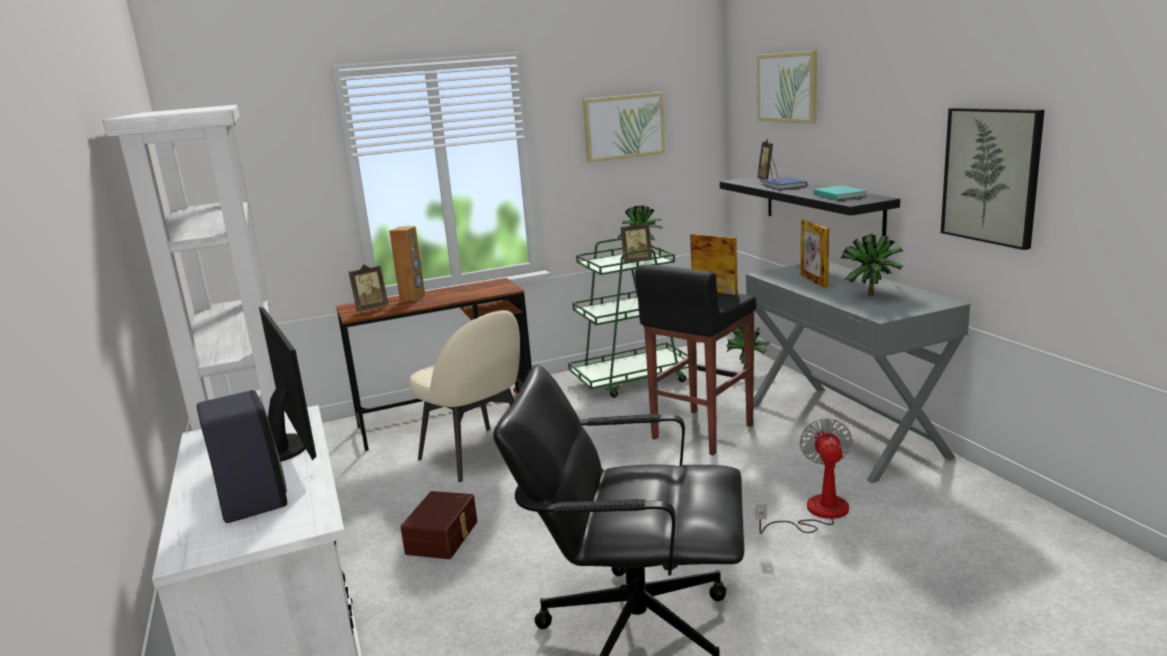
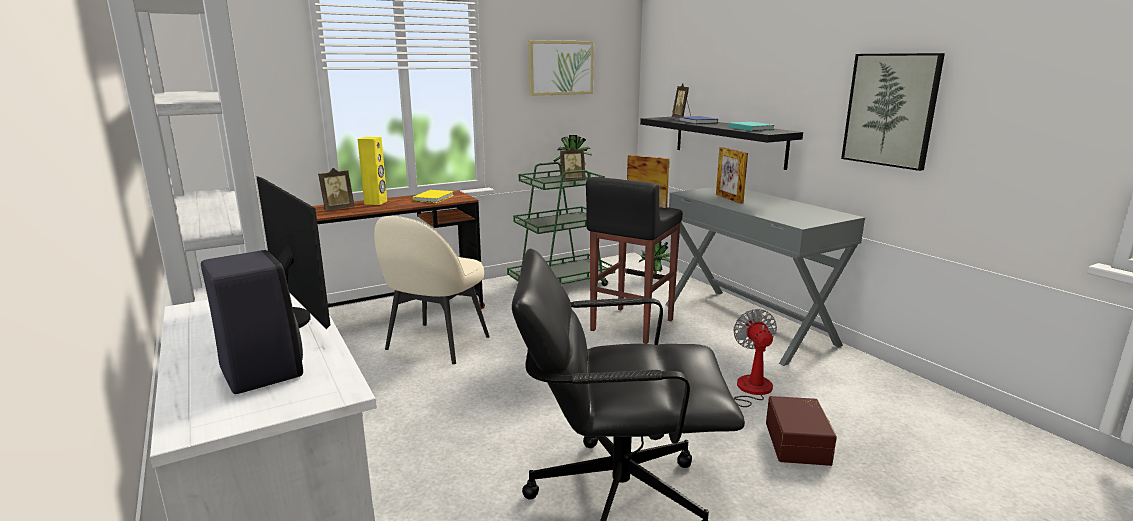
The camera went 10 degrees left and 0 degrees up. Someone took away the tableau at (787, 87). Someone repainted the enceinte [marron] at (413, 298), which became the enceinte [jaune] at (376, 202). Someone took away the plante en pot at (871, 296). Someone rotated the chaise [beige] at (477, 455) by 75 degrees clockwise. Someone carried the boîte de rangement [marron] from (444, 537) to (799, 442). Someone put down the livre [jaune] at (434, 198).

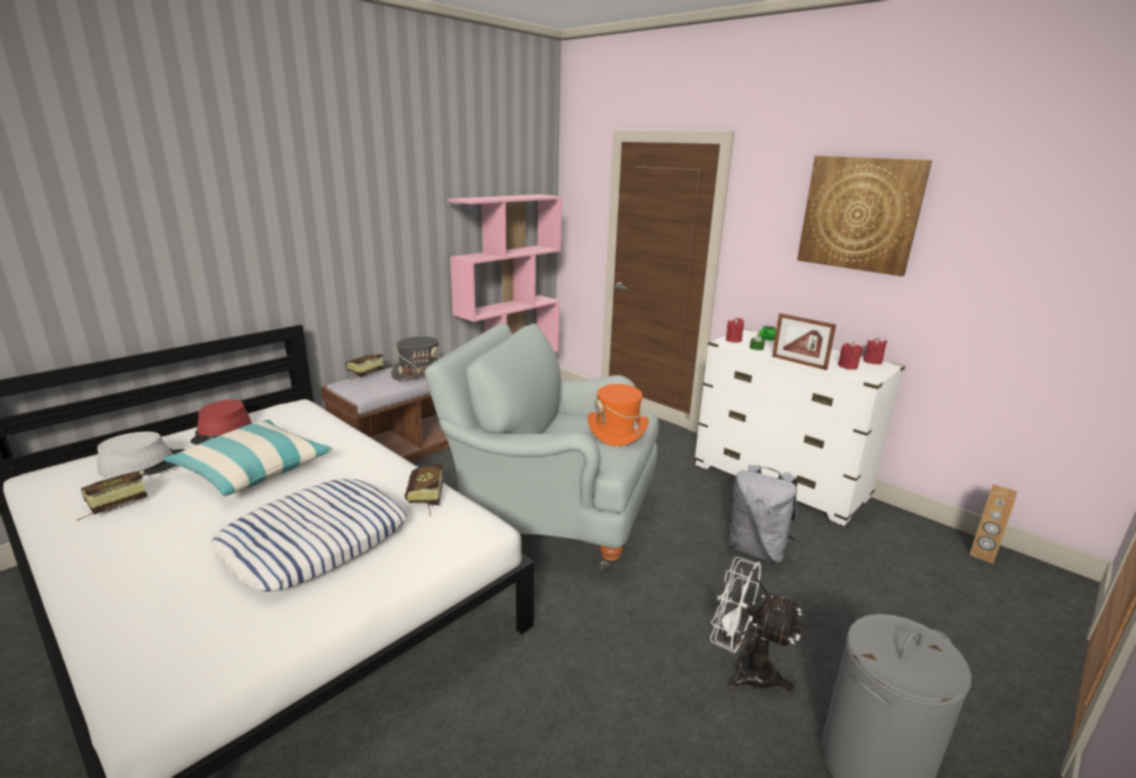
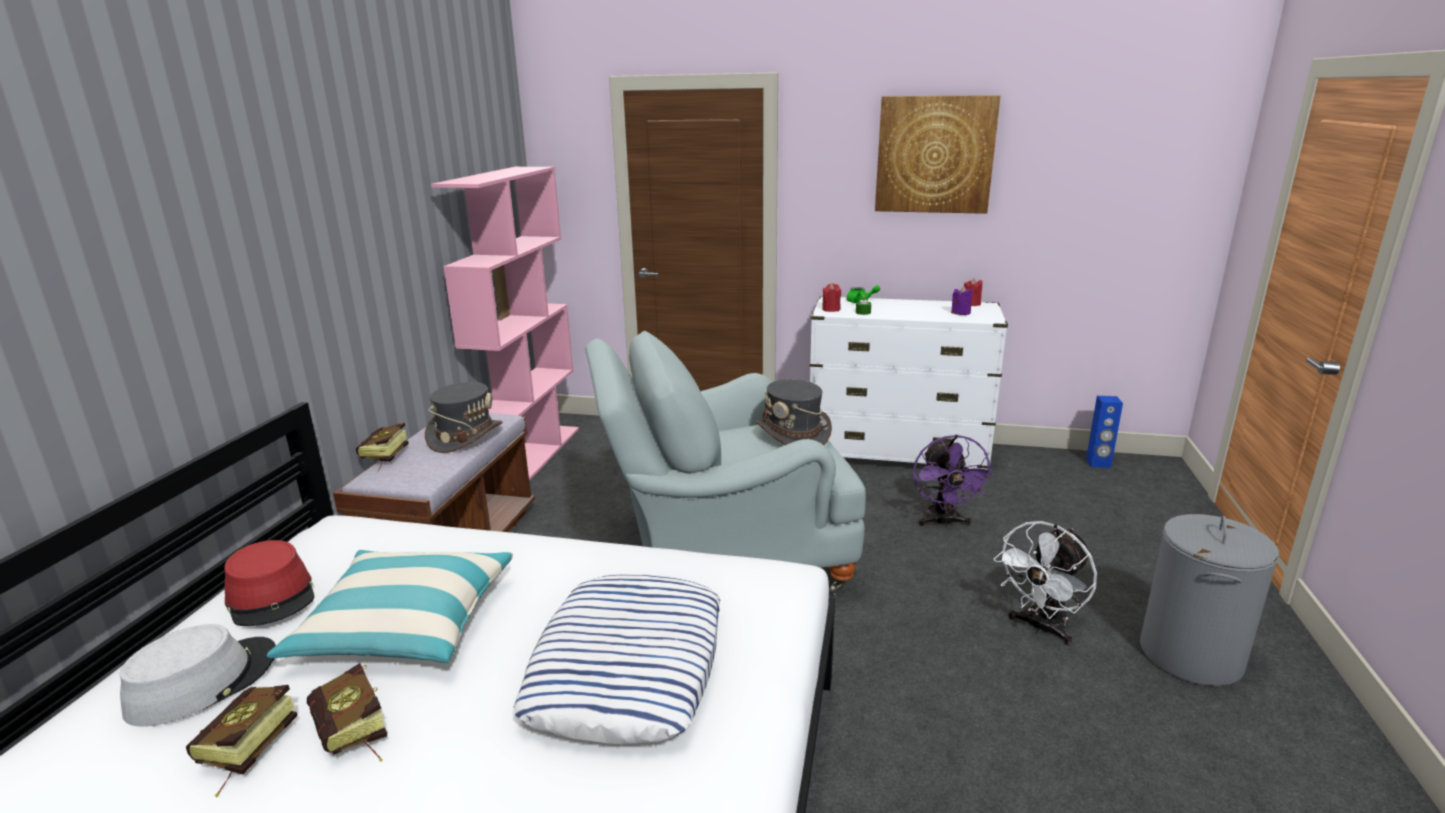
The camera went 30 degrees left and 0 degrees up. Someone took away the cadre photo at (798, 363). Someone repainted the bougie [rouge] at (848, 366), which became the bougie [violet] at (961, 313). Someone repainted the chapeau [orange] at (617, 430), which became the chapeau [gris] at (793, 434). Someone carried the livre from (425, 500) to (353, 737). Someone swapped the sac à dos [gris] at (756, 550) for the ventilateur [violet] at (943, 522). Someone repainted the enceinte [marron] at (982, 555), which became the enceinte [bleu] at (1098, 463). Someone rotated the ventilateur [blanc] at (744, 669) by 45 degrees counterclockwise.

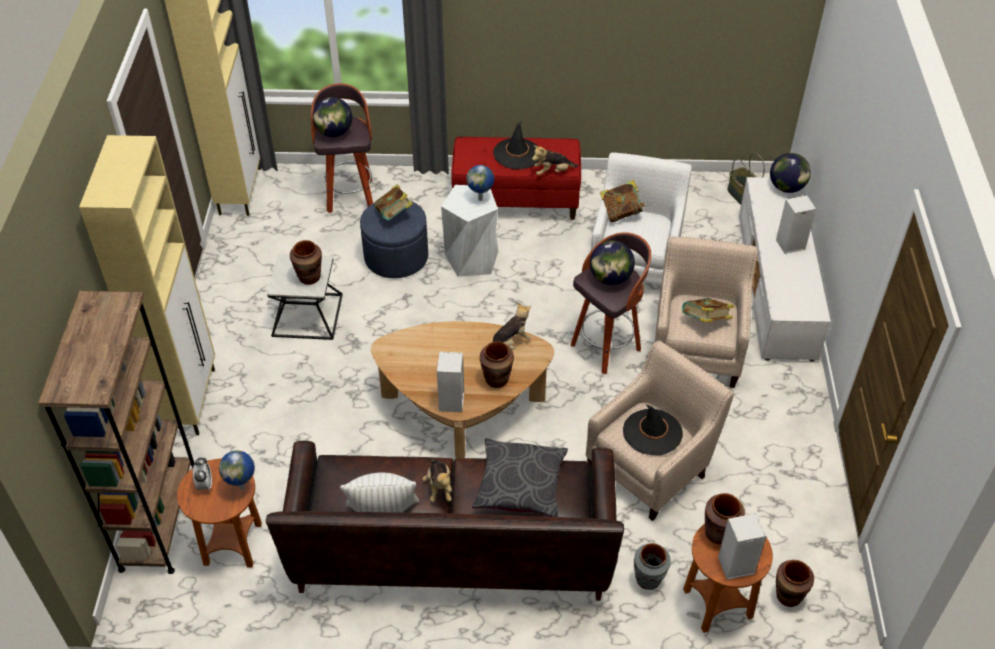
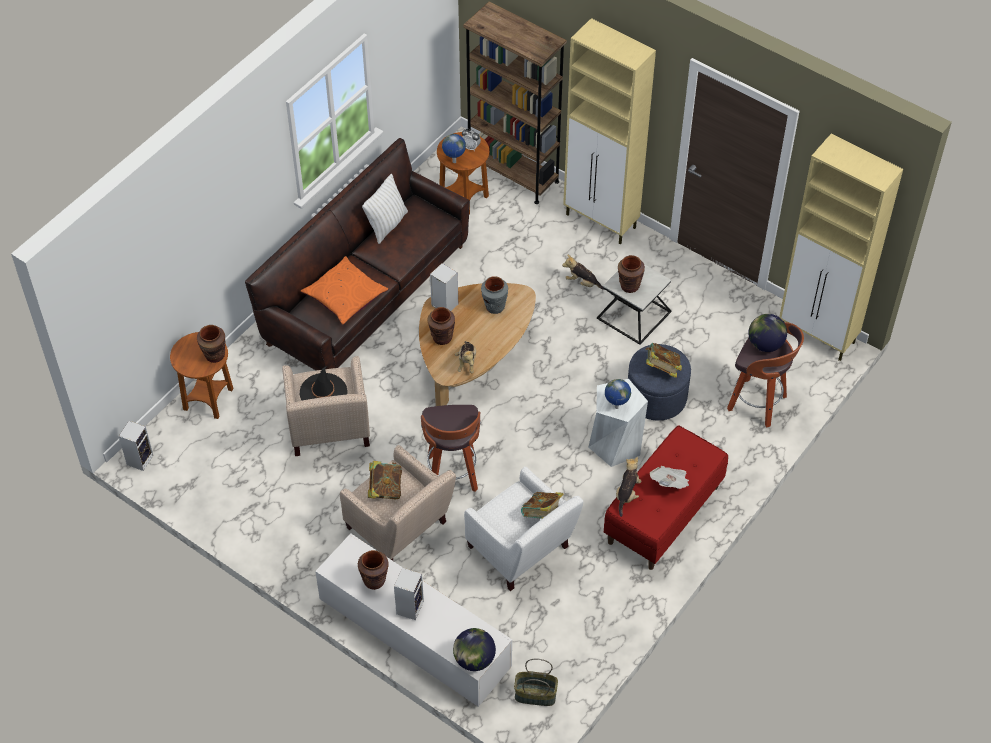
The camera went 125 degrees right and 5 degrees up. Someone swapped the chapeau [noir] at (517, 154) for the journal at (670, 483). Someone took away the globe at (610, 278). Someone repainted the coussin [gris] at (520, 485), which became the coussin [orange] at (345, 296). Someone carried the peluche from (439, 487) to (582, 283). Someone carried the enceinte from (735, 566) to (140, 459). Someone carried the vase [gris] from (648, 579) to (494, 307). Someone carried the vase [marron] from (788, 596) to (374, 580).

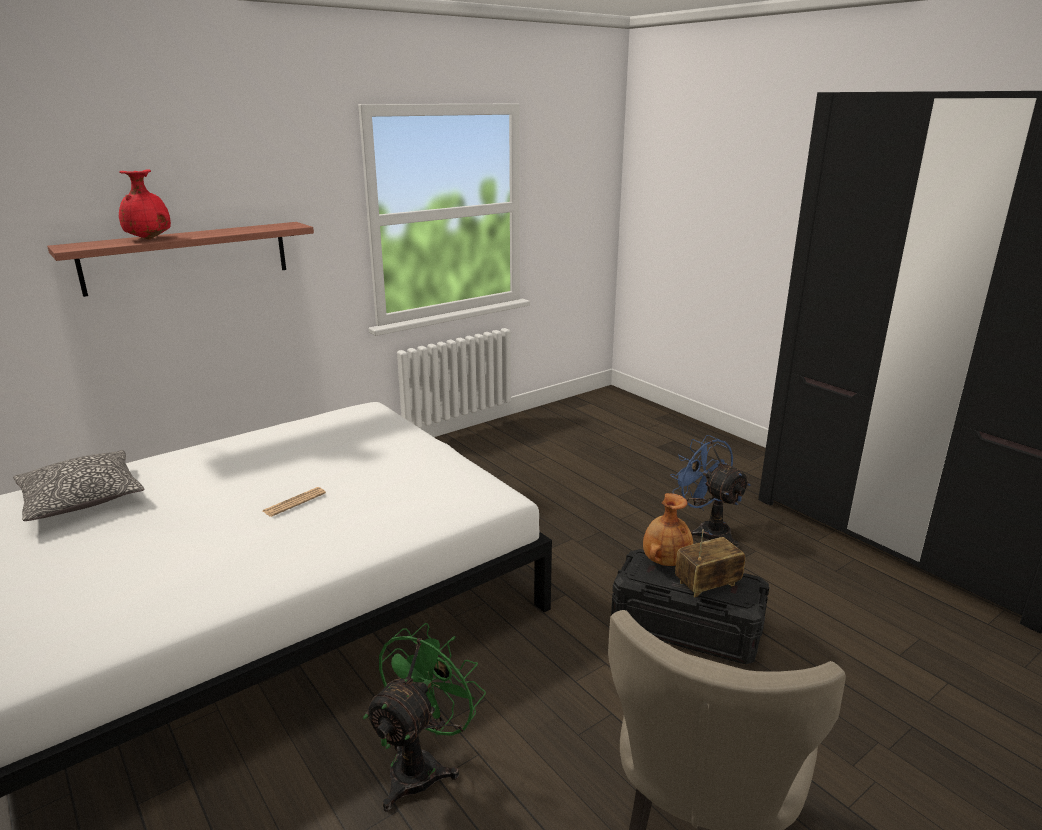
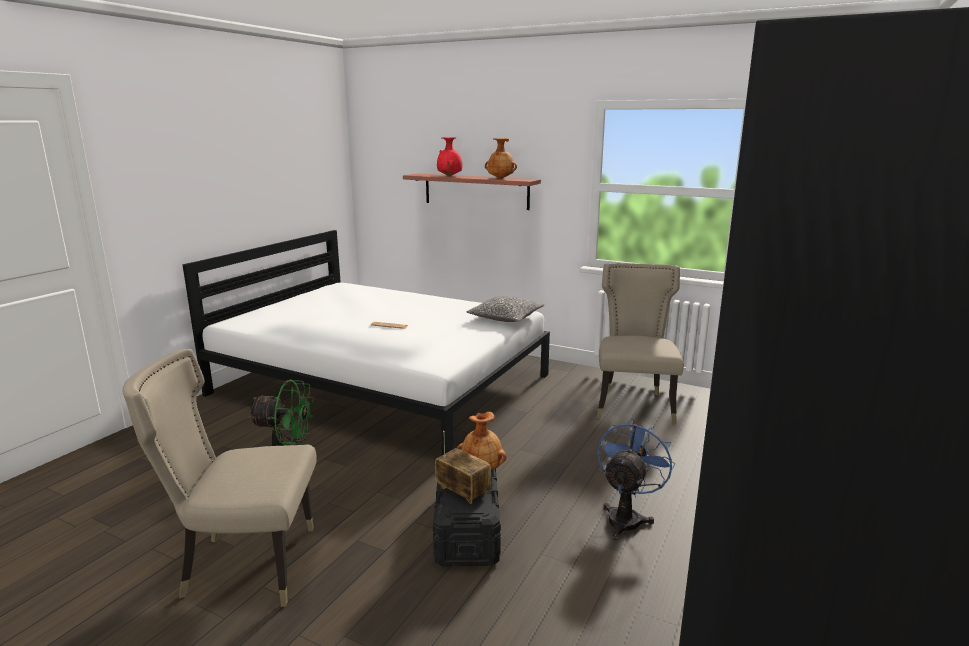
The camera went 65 degrees right and 5 degrees down. Someone carried the coussin from (82, 498) to (505, 318). Someone put down the vase [marron] at (500, 178). Someone put down the chaise [beige] at (633, 405).

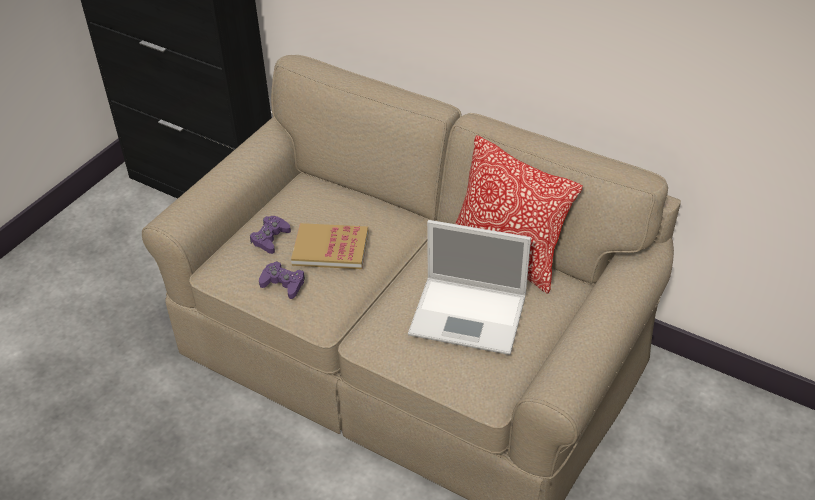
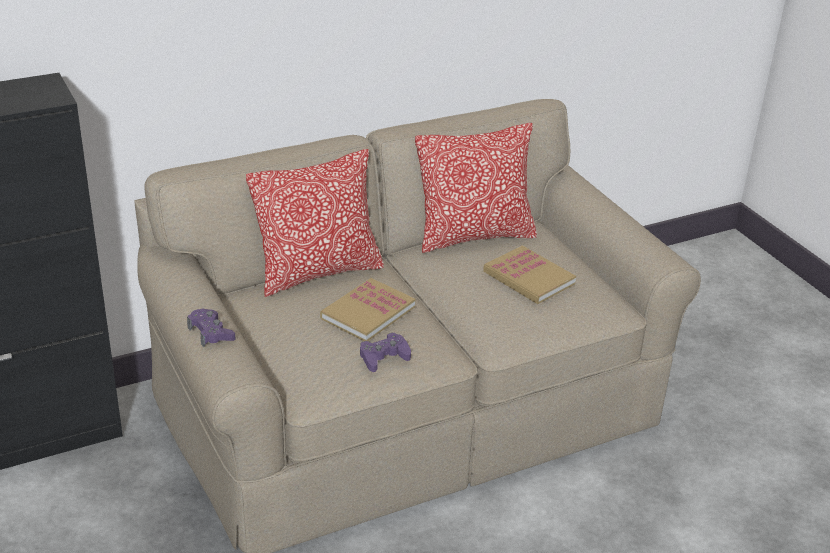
The camera went 60 degrees left and 10 degrees down. Someone carried the manette [violet] from (270, 238) to (211, 333). Someone swapped the ordinateur portable at (470, 315) for the livre at (528, 278). Someone put down the coussin at (318, 272).

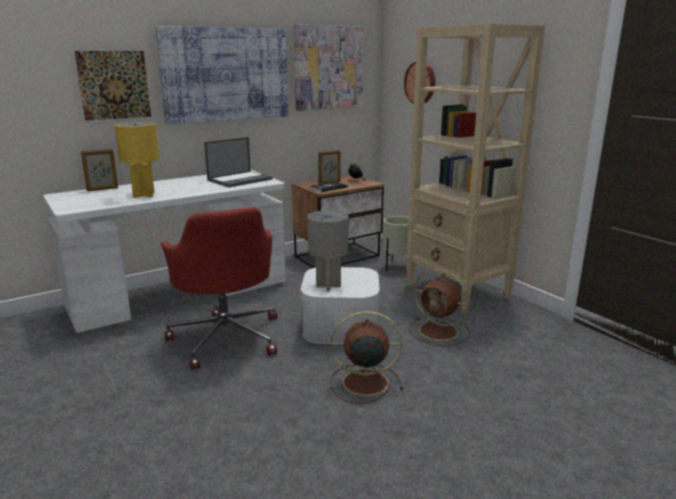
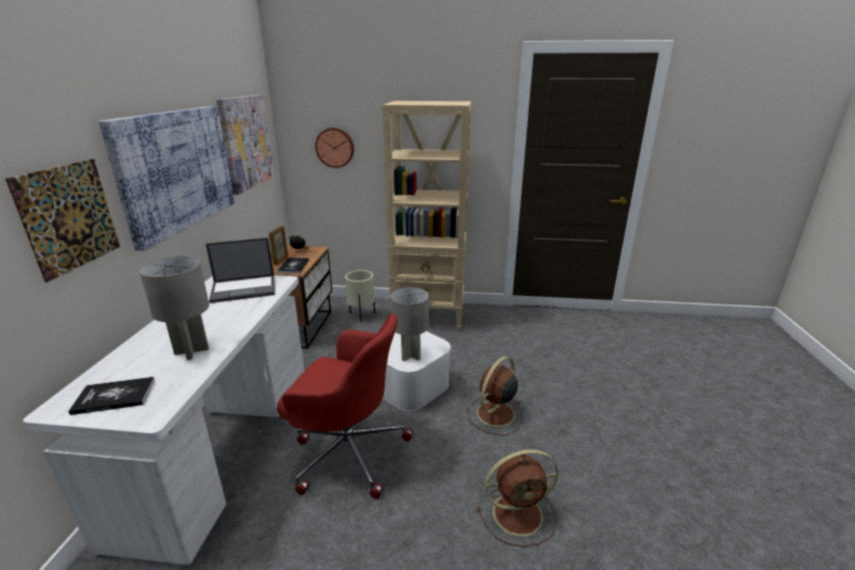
The camera went 50 degrees left and 5 degrees up. Someone repainted the lampe de table [jaune] at (143, 195), which became the lampe de table [gris] at (191, 351). Someone rotated the ordinateur portable at (240, 179) by 75 degrees clockwise. Someone took away the cadre photo at (102, 189). Someone carried the ventilateur [marron] from (440, 332) to (519, 513). Someone put down the livre at (114, 397).

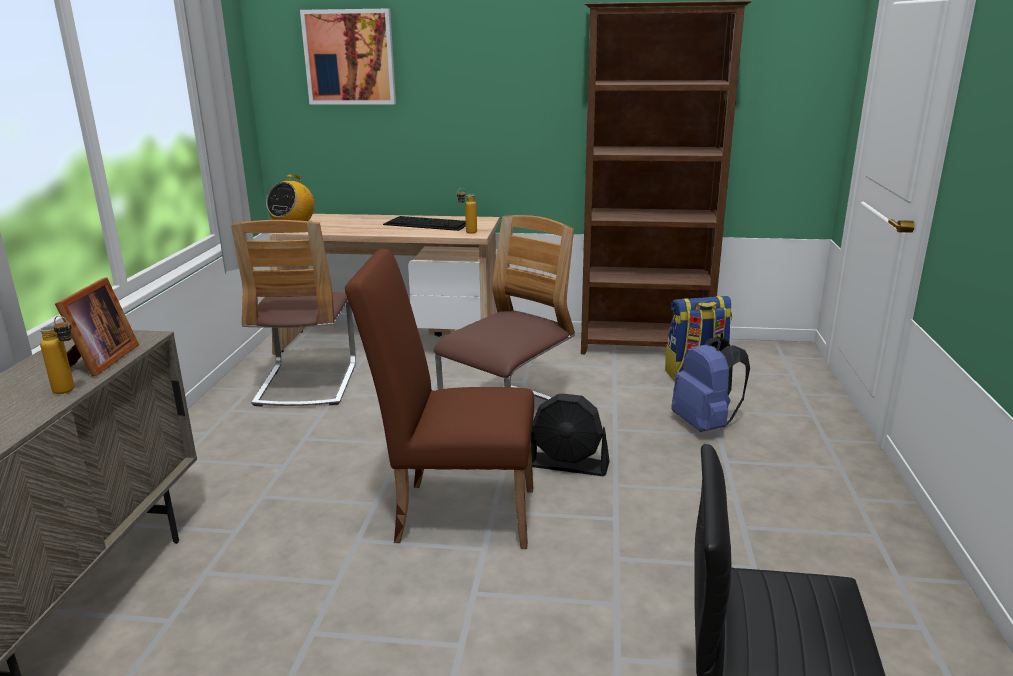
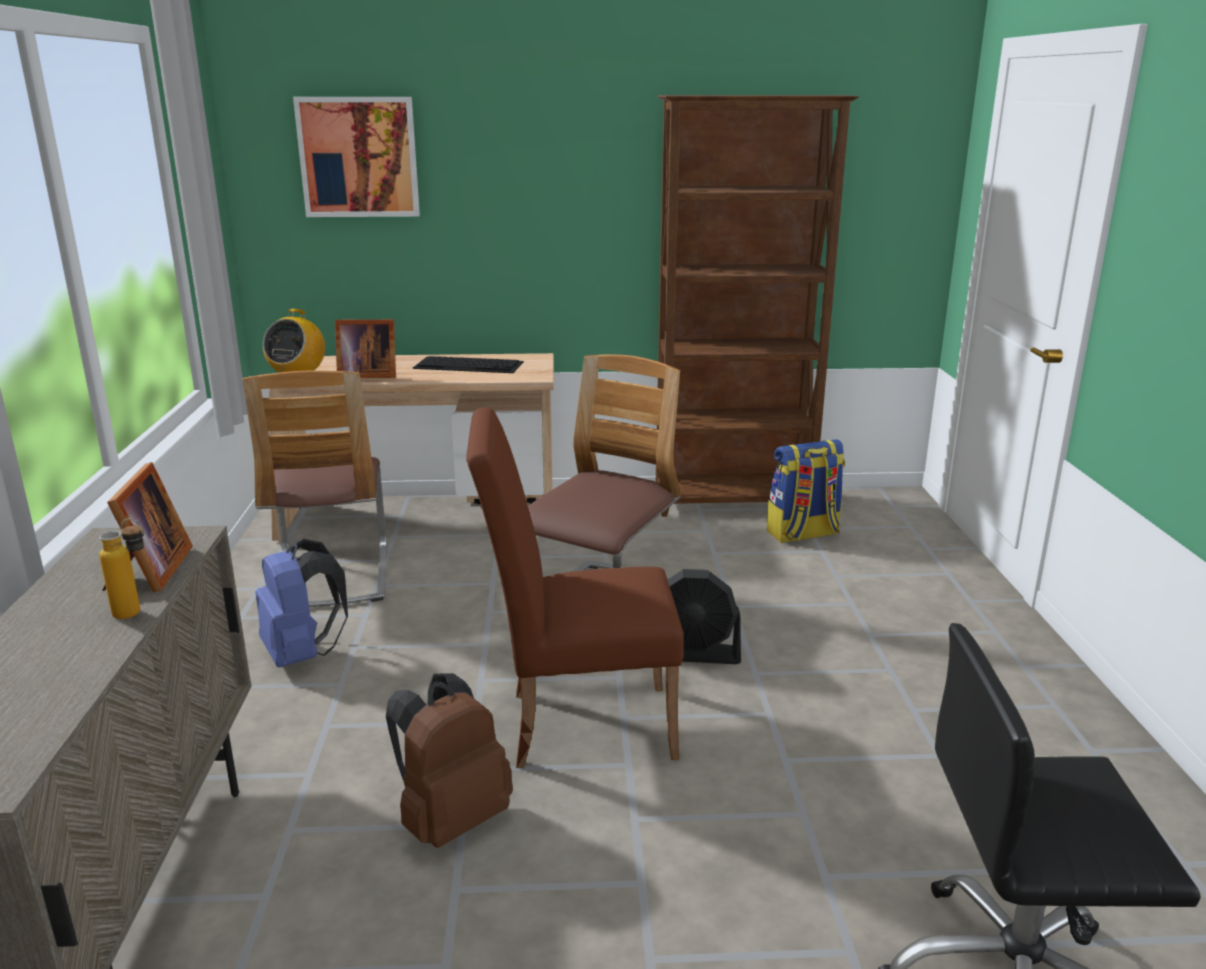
The camera went 10 degrees left and 0 degrees up. Someone took away the bouteille at (467, 233). Someone carried the sac à dos [bleu] from (705, 425) to (302, 654). Someone put down the cadre photo at (366, 375). Someone put down the sac à dos [marron] at (451, 819).

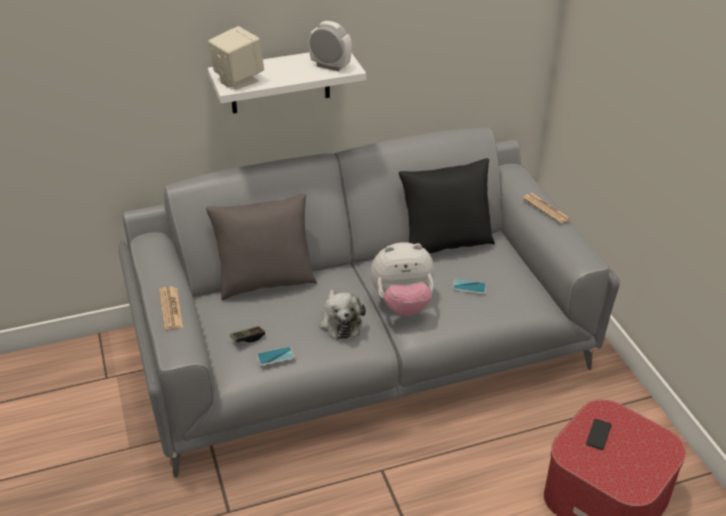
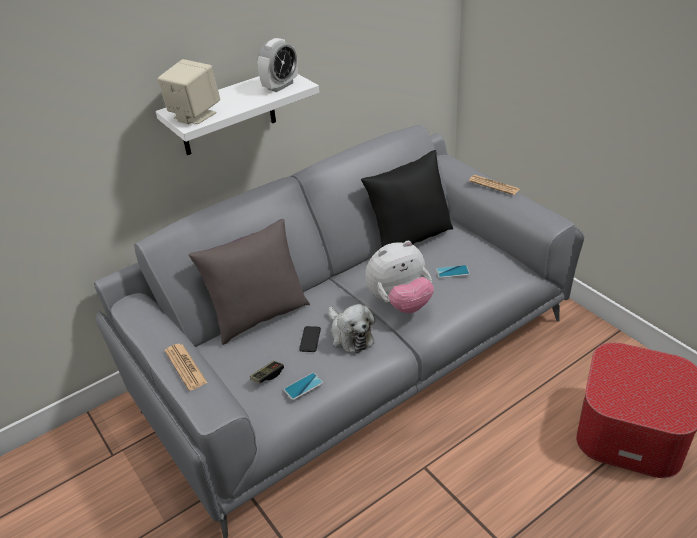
The camera went 15 degrees left and 0 degrees up. Someone rotated the réveil at (330, 66) by 120 degrees clockwise. Someone carried the téléphone from (598, 434) to (310, 339).

